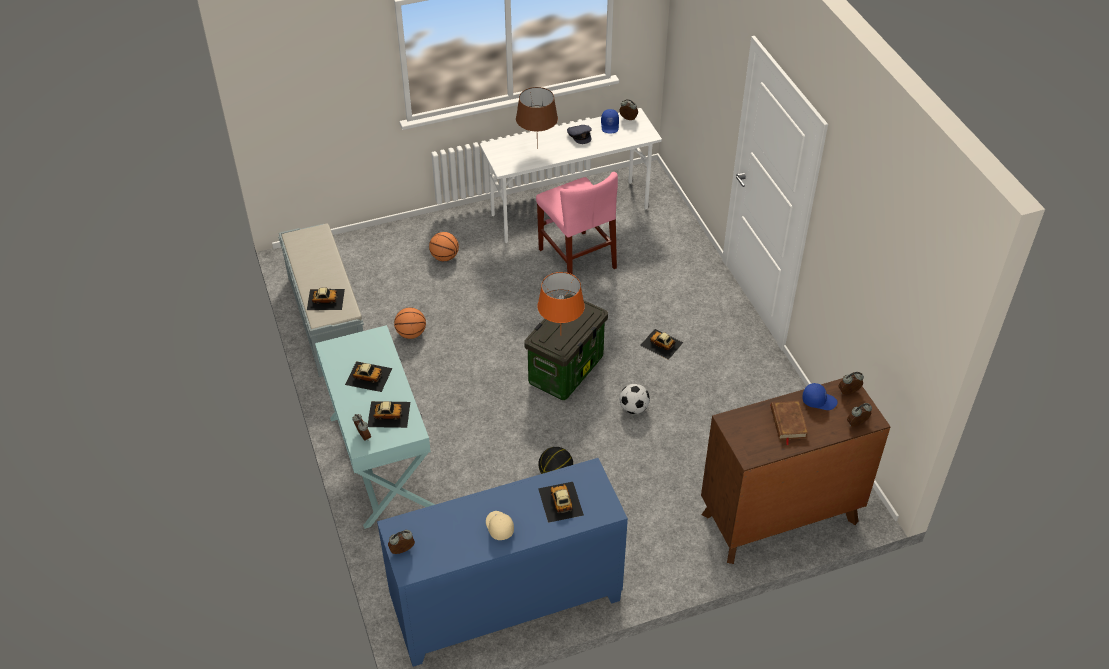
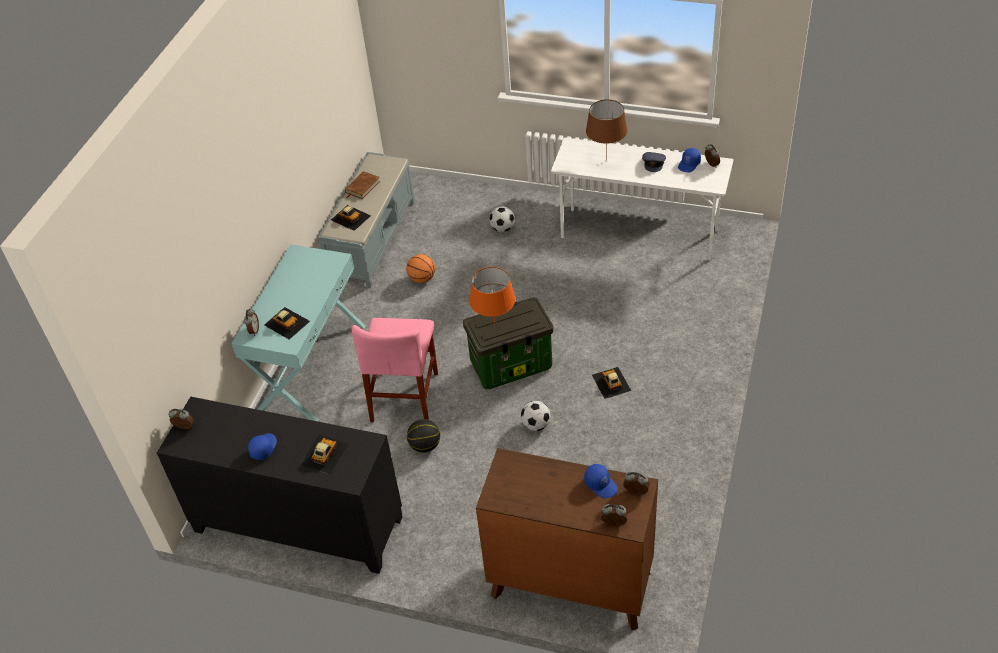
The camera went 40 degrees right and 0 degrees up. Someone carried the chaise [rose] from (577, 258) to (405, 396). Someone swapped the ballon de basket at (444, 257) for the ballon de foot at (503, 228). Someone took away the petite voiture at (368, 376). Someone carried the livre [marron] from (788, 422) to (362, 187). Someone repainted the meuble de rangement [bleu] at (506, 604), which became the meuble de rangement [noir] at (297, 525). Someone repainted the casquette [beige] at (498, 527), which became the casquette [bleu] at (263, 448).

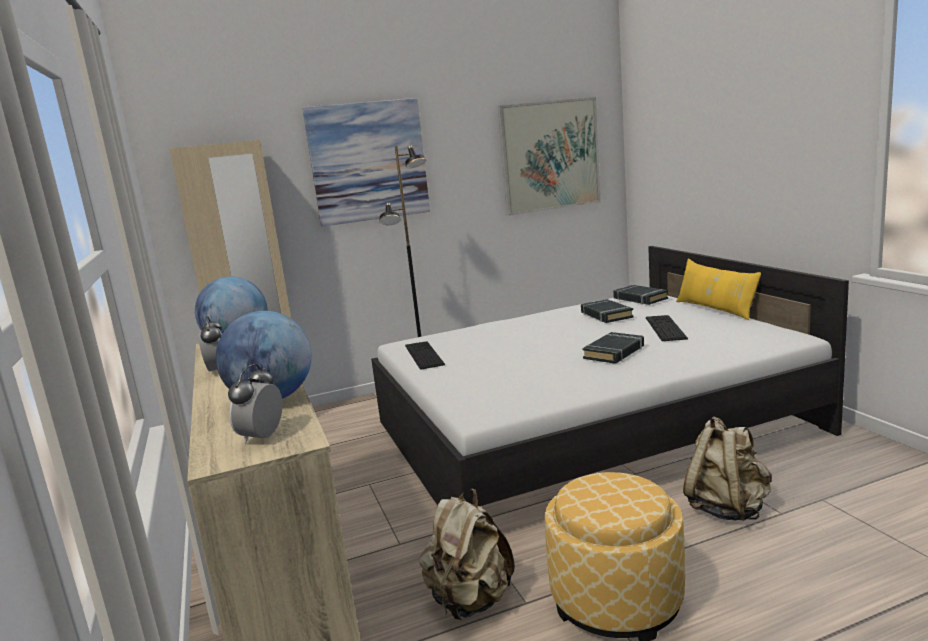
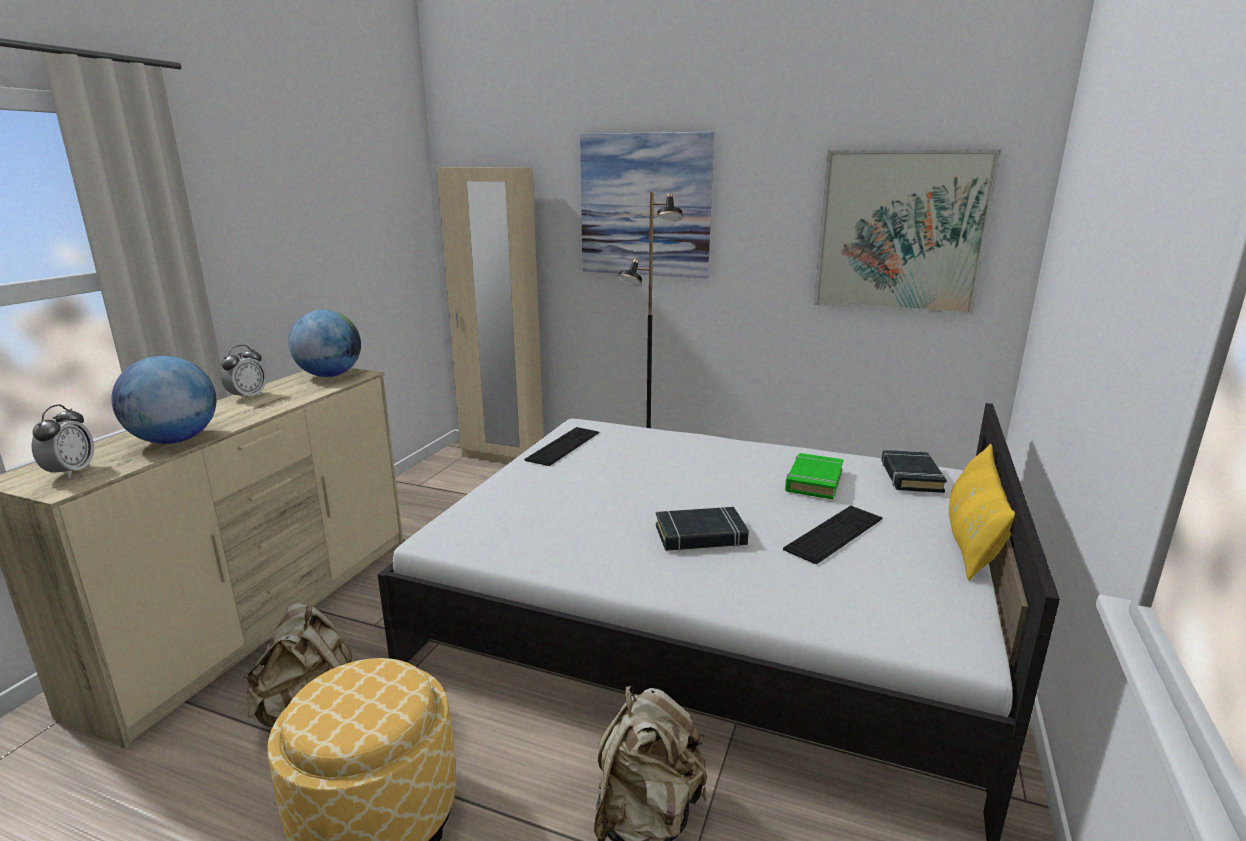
The camera went 40 degrees right and 5 degrees up. Someone repainted the livre [noir] at (606, 315), which became the livre [vert] at (813, 481). Someone rotated the réveil at (262, 437) by 120 degrees clockwise.

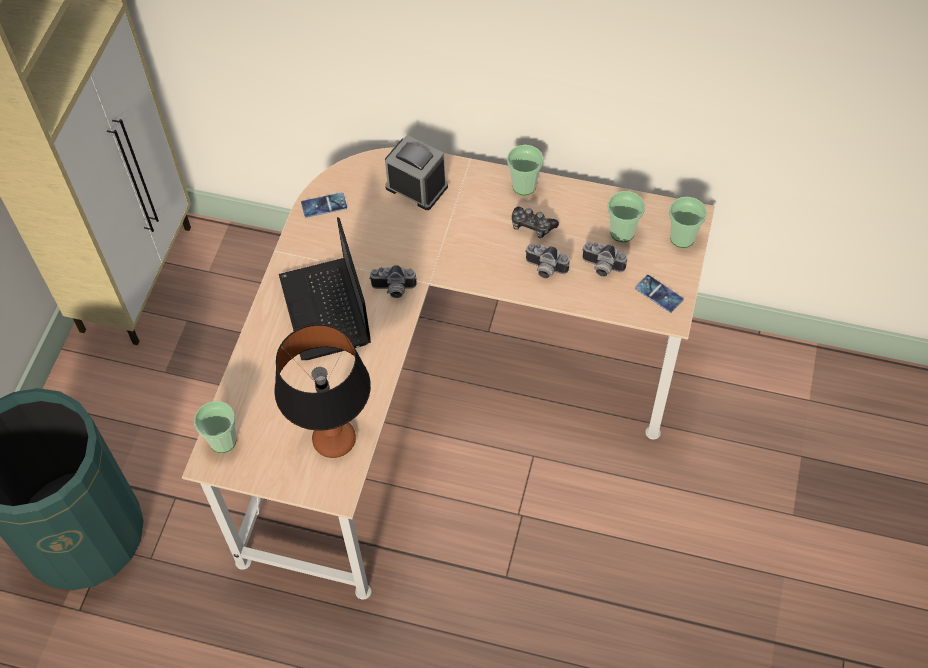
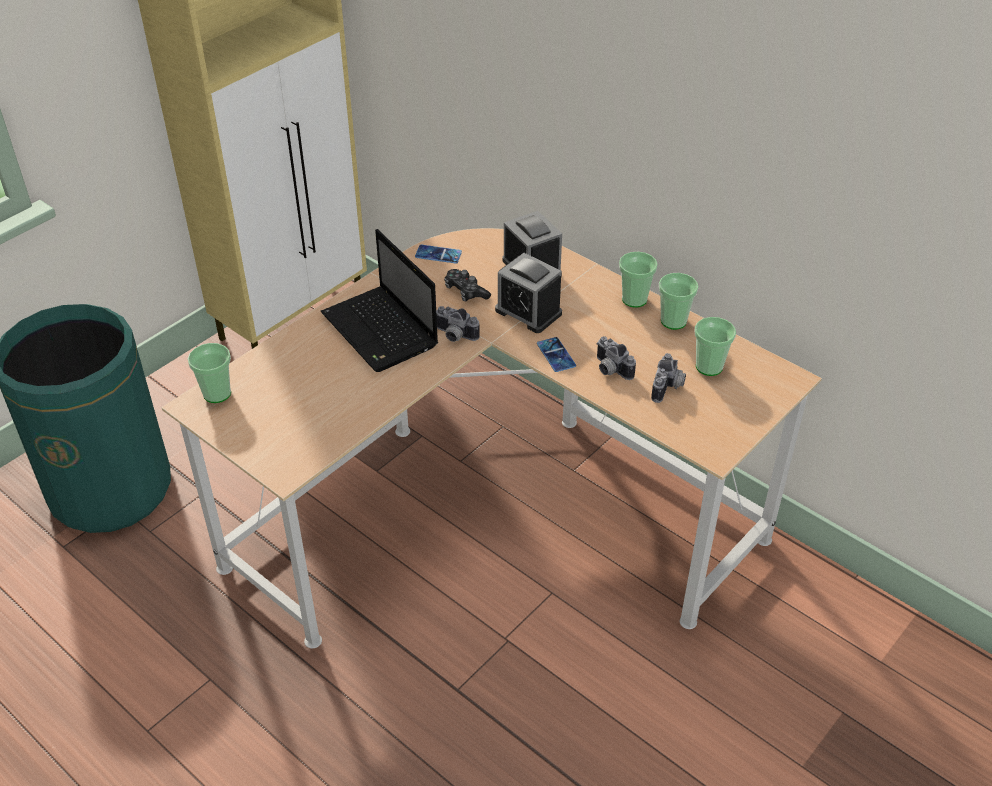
The camera went 25 degrees right and 15 degrees down. Someone carried the tasse from (682, 238) to (673, 321). Someone carried the manette from (532, 226) to (465, 291). Someone rotated the ordinateur portable at (327, 312) by 45 degrees counterclockwise. Someone rotated the appareil photo at (601, 268) by 120 degrees counterclockwise. Someone carried the téléphone from (659, 294) to (556, 355). Someone took away the lampe de table at (333, 440). Someone put down the réveil at (528, 312).

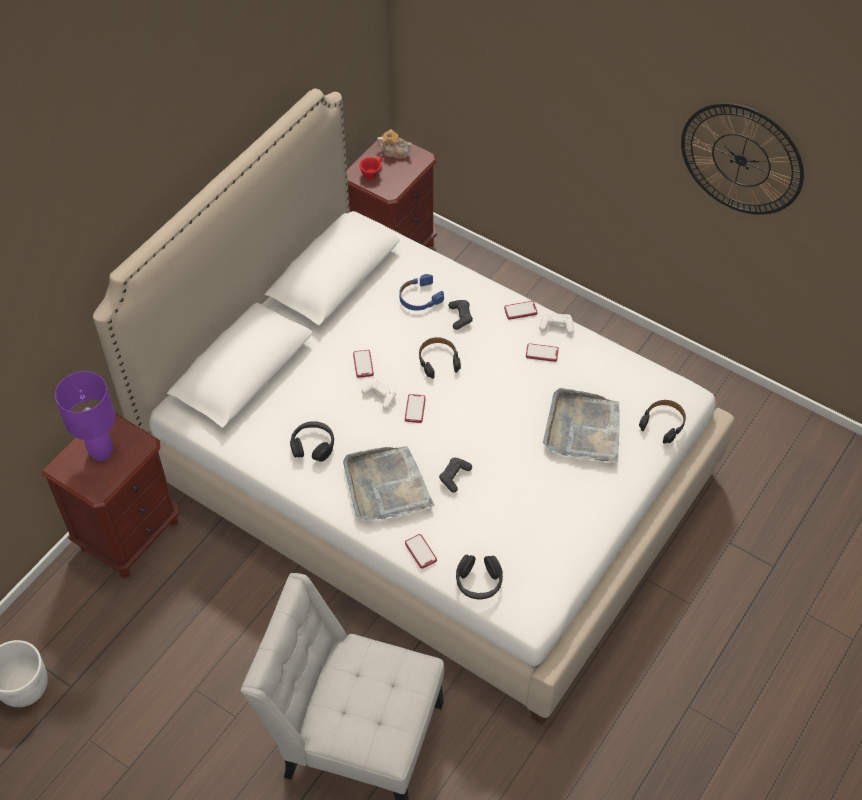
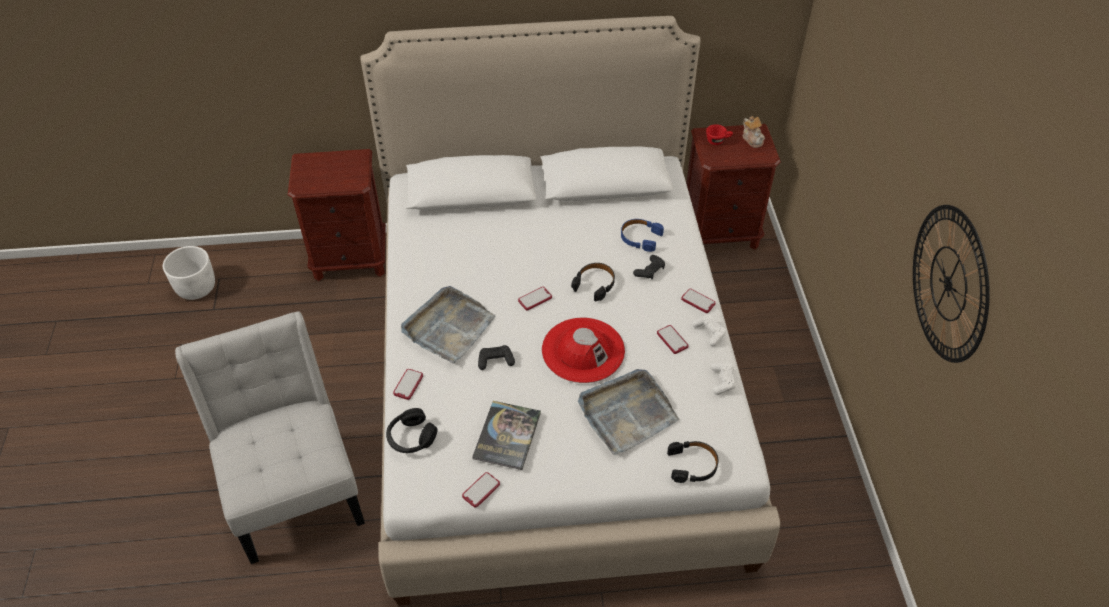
The camera went 50 degrees right and 5 degrees down. Someone carried the téléphone from (363, 364) to (481, 490). Someone took away the lampe de table [violet] at (102, 452). Someone carried the manette [blanc] from (380, 396) to (722, 381). Someone took away the casque audio [noir] at (313, 445). Someone put down the chapeau [rouge] at (583, 350). Someone put down the livre at (507, 435).

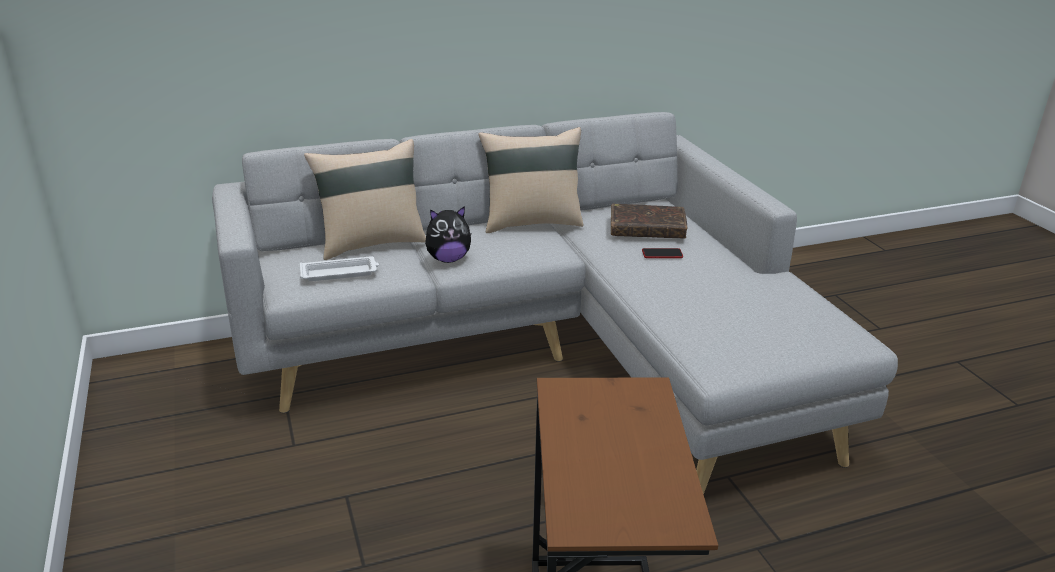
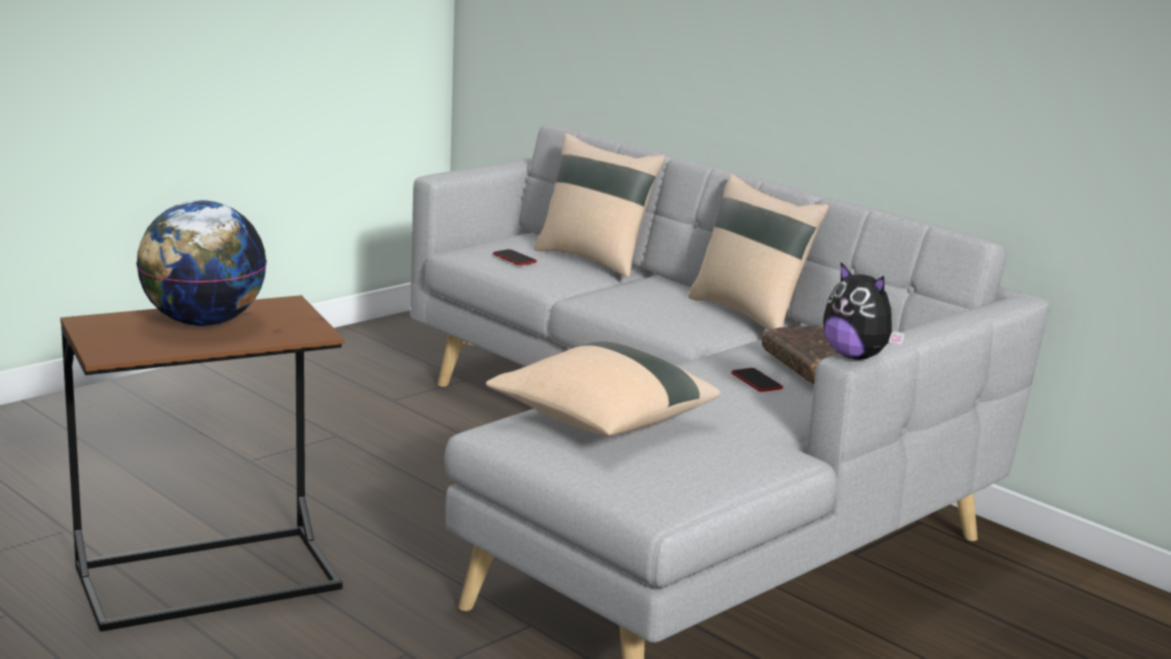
The camera went 65 degrees right and 10 degrees down. Someone carried the peluche from (448, 259) to (857, 356). Someone swapped the plateau [blanc] at (340, 273) for the téléphone at (514, 258). Someone put down the globe at (203, 322). Someone put down the coussin [beige] at (600, 421).

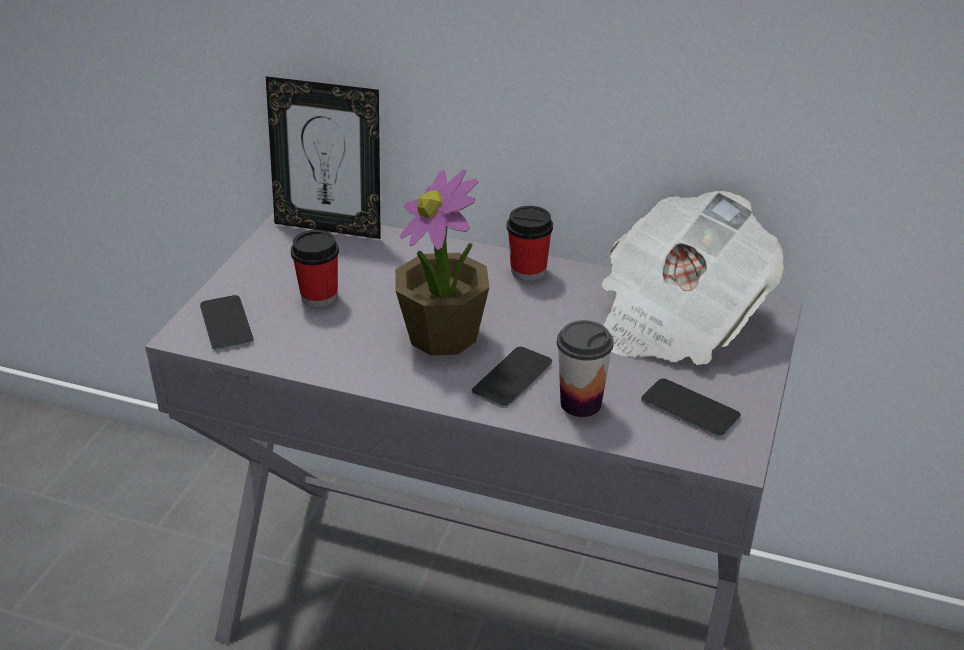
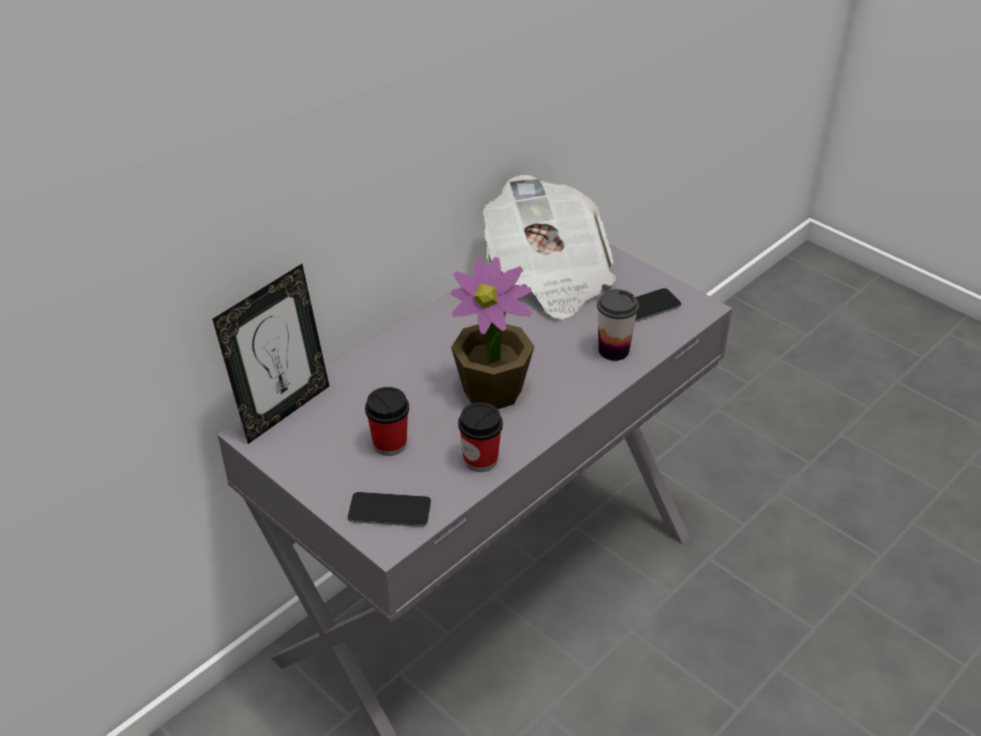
The camera went 65 degrees left and 5 degrees up. Someone carried the tasse from (528, 271) to (480, 460). Someone took away the téléphone at (512, 378).

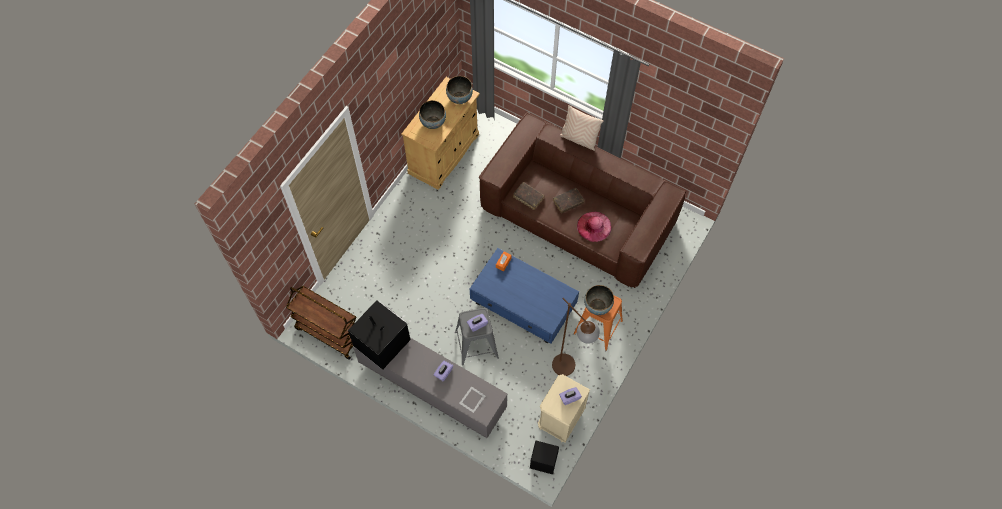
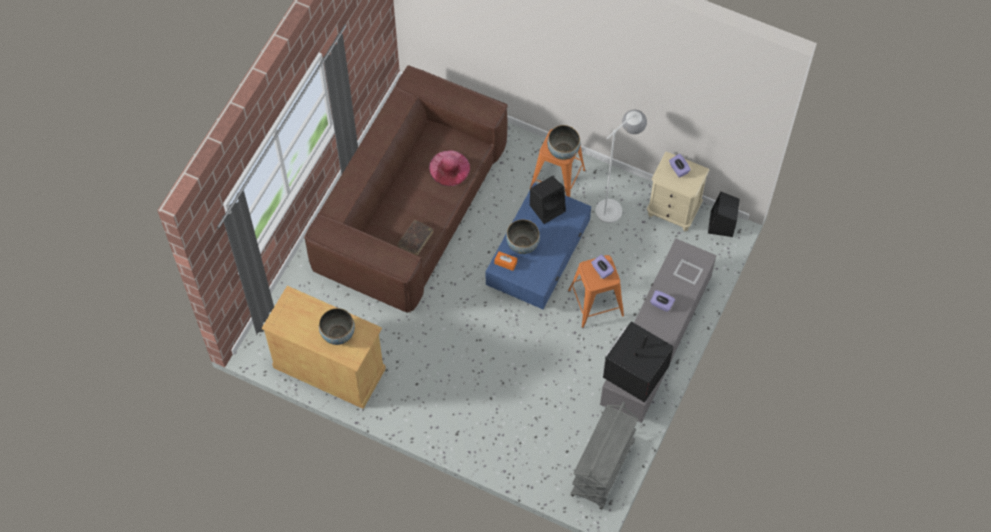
The camera went 95 degrees left and 0 degrees up. Someone carried the bol from (459, 98) to (522, 245). Someone took away the coussin [beige] at (579, 139). Someone took away the livre [marron] at (568, 202). Someone repainted the chariot [marron] at (329, 333), which became the chariot [gris] at (603, 469). Someone repainted the lampadaire [marron] at (569, 371), which became the lampadaire [blanc] at (615, 205). Someone repainted the tabouret [gris] at (476, 344), which became the tabouret [orange] at (595, 303). Someone put down the enceinte [noir] at (548, 207).

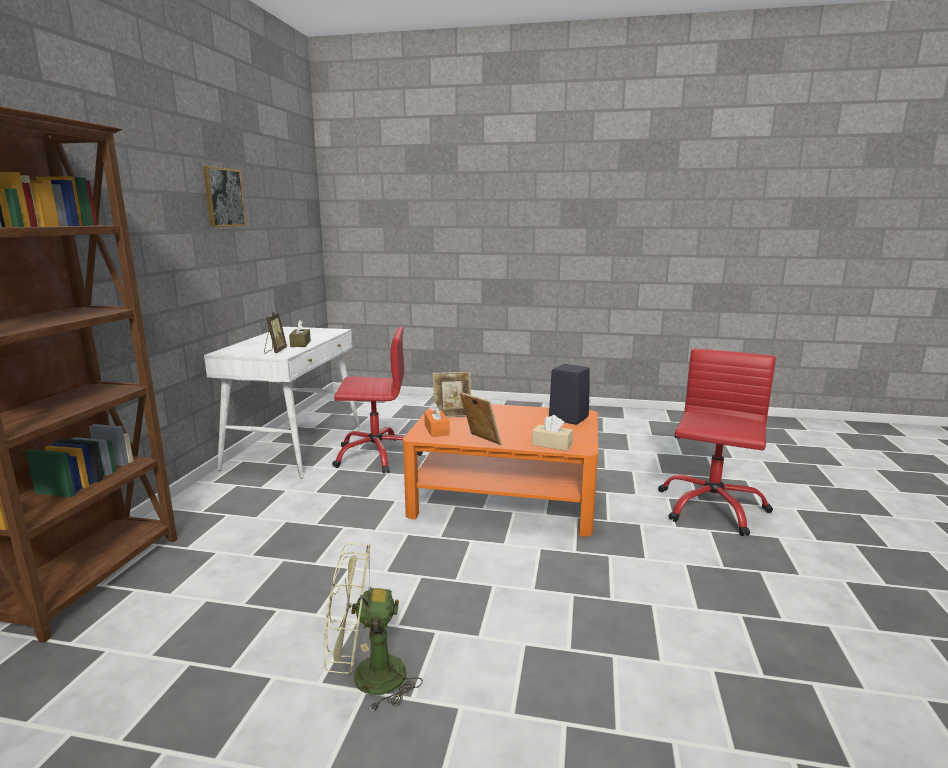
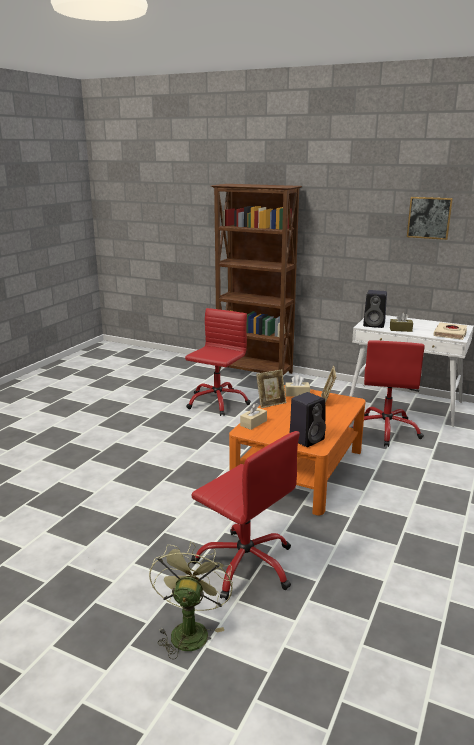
The camera went 105 degrees right and 5 degrees up. Someone swapped the cadre photo at (275, 351) for the enceinte [noir] at (375, 325). Someone repainted the boîte à mouchoirs [orange] at (436, 430), which became the boîte à mouchoirs [beige] at (297, 394). Someone carried the ventilateur [vert] from (366, 678) to (189, 629). Someone put down the chaise de bureau [rouge] at (217, 402). Someone put down the livre [beige] at (450, 334).

